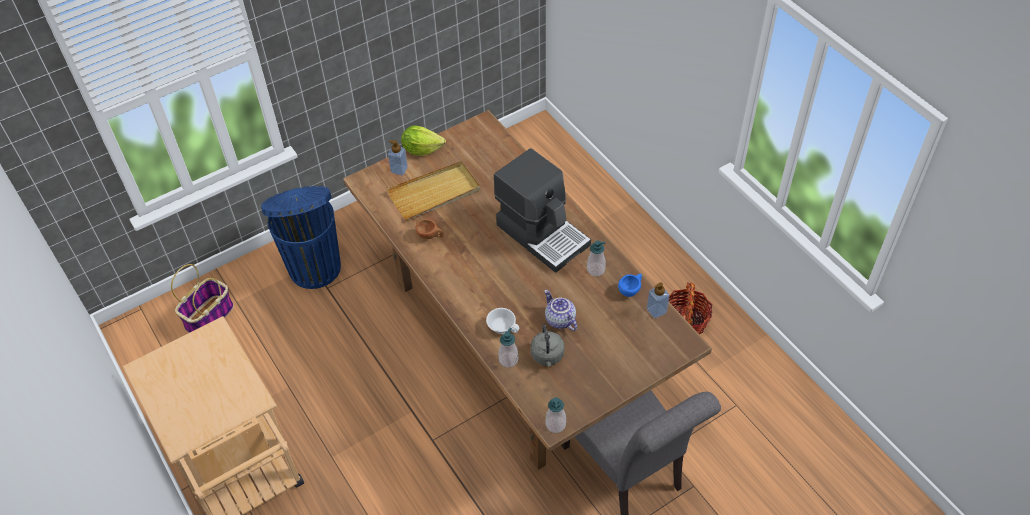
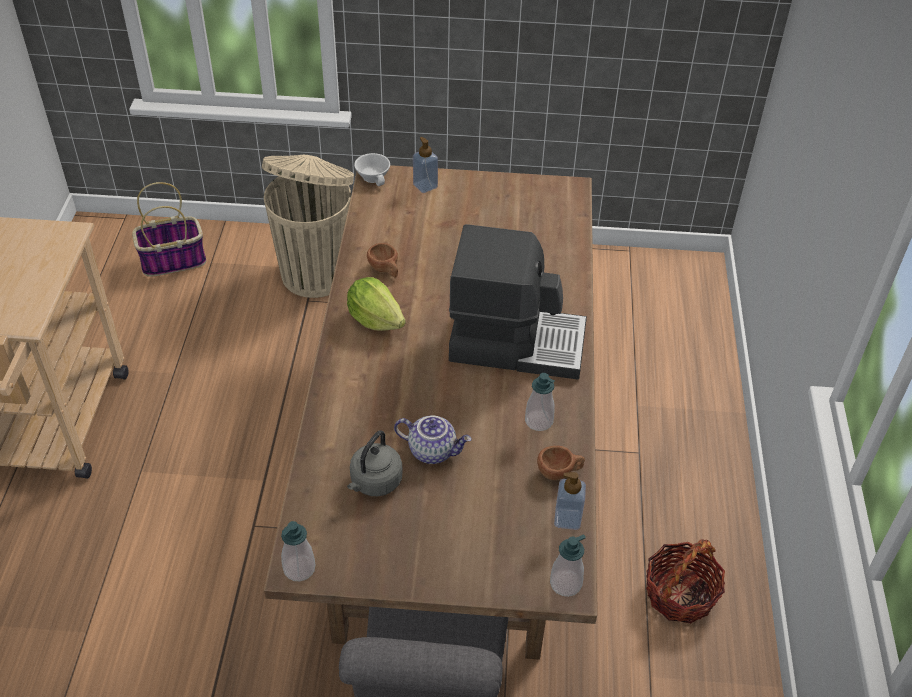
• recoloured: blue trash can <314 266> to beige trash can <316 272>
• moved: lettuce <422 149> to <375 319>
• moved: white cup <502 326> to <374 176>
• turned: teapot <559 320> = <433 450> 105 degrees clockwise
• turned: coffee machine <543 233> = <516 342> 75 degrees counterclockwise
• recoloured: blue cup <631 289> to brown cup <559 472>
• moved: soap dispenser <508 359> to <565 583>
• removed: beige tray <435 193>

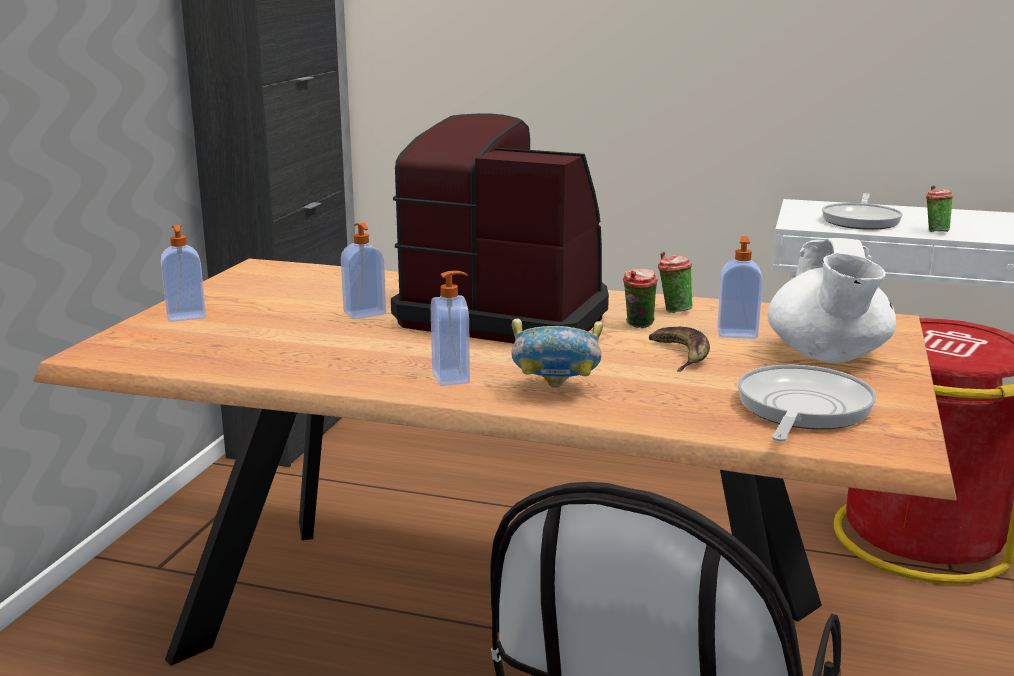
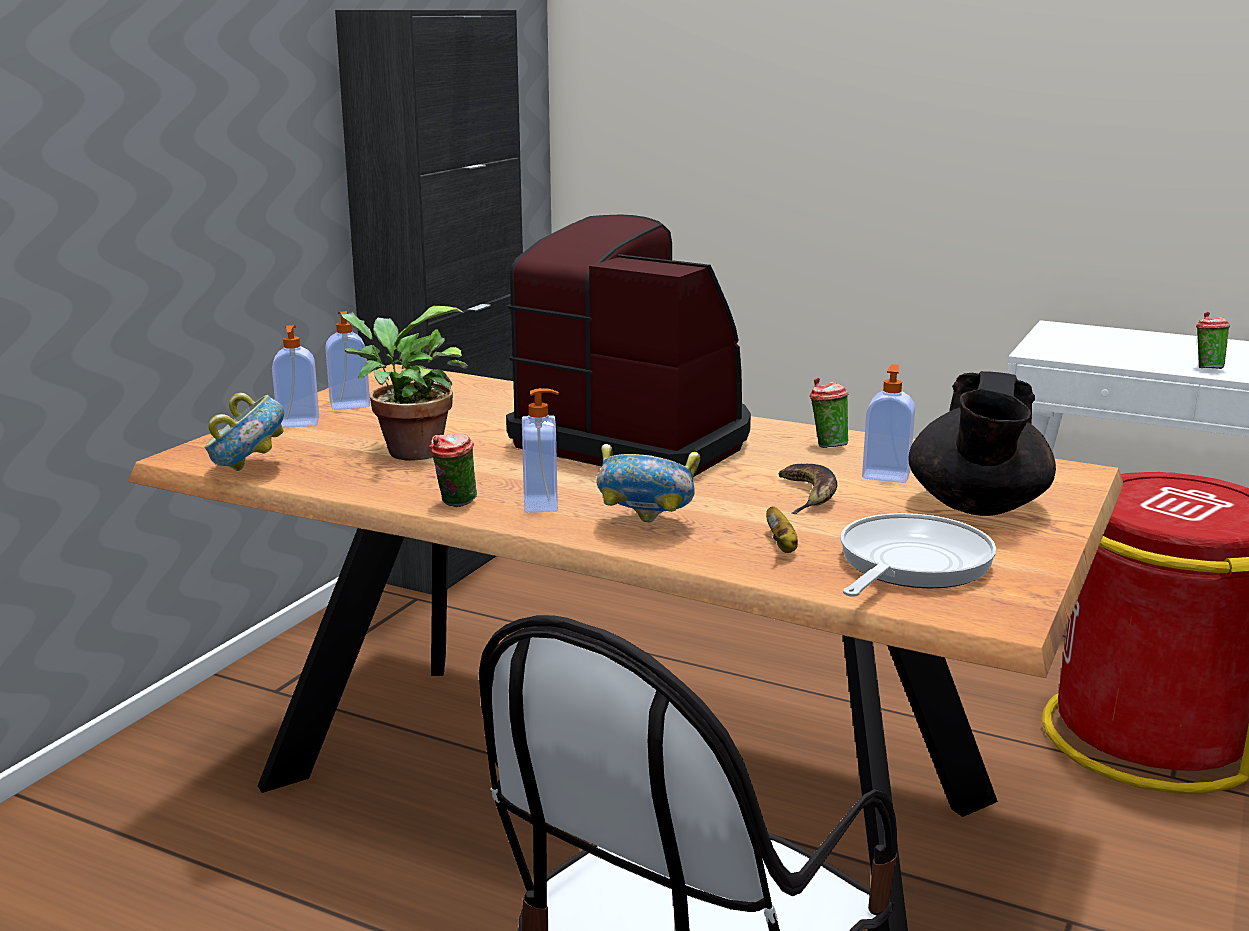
• added: bowl <248 470>
• moved: soap dispenser <365 314> to <350 405>
• added: potted plant <407 452>
• moved: cup <638 326> to <455 504>
• added: banana <781 546>
• recoloured: white teapot <827 356> to black teapot <977 507>
• removed: frying pan <861 220>

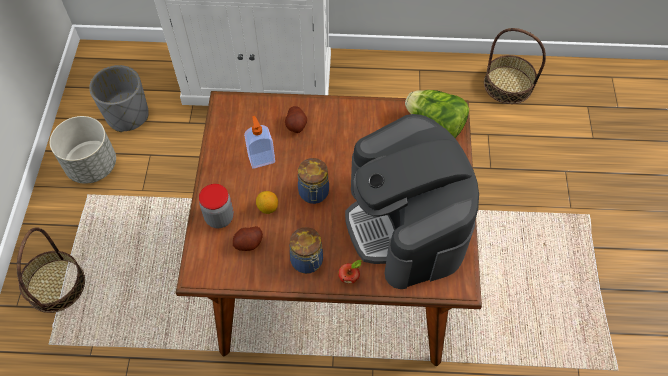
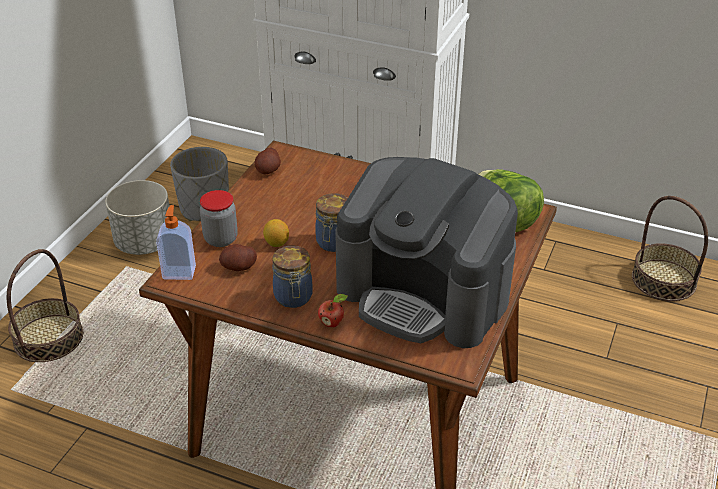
• moved: soap dispenser <261 158> to <179 272>
• moved: potato <296 125> to <268 170>
• turned: coffee machine <406 224> = <424 293> 60 degrees counterclockwise

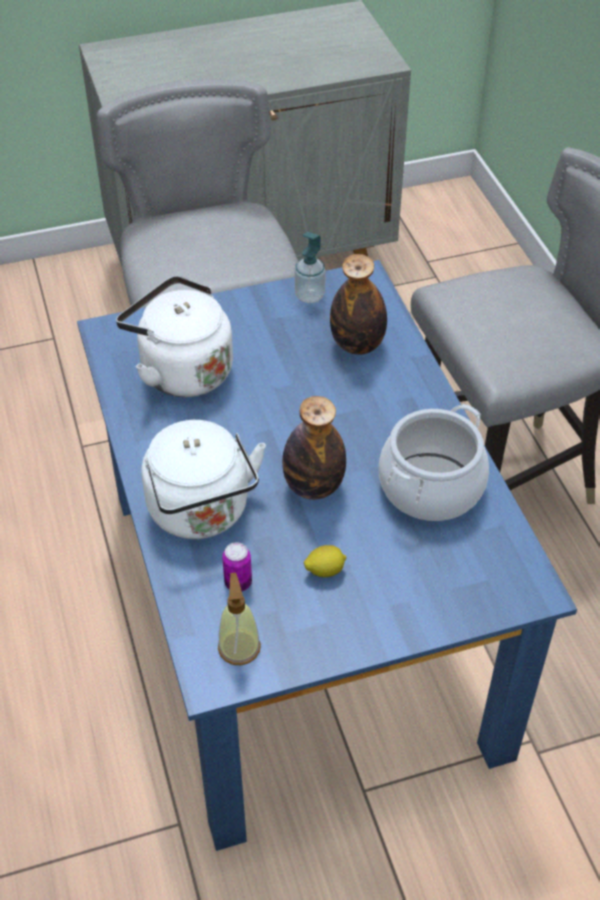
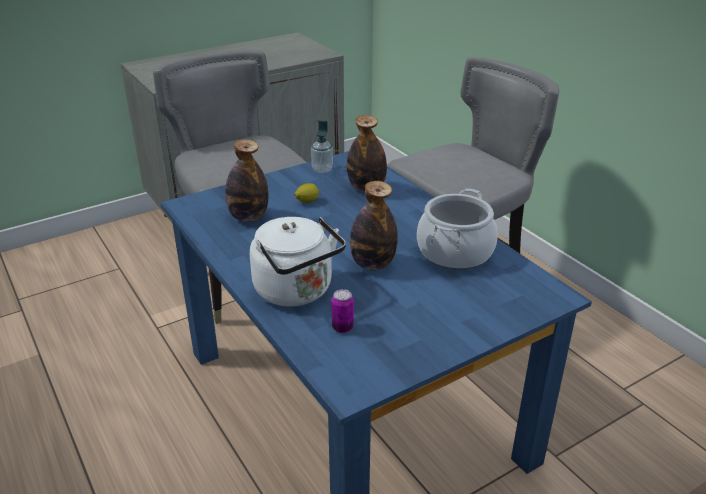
• replaced: white kettle <181 370> to bottle <248 217>
• moved: lemon <324 570> to <307 201>
• removed: soap dispenser <239 647>

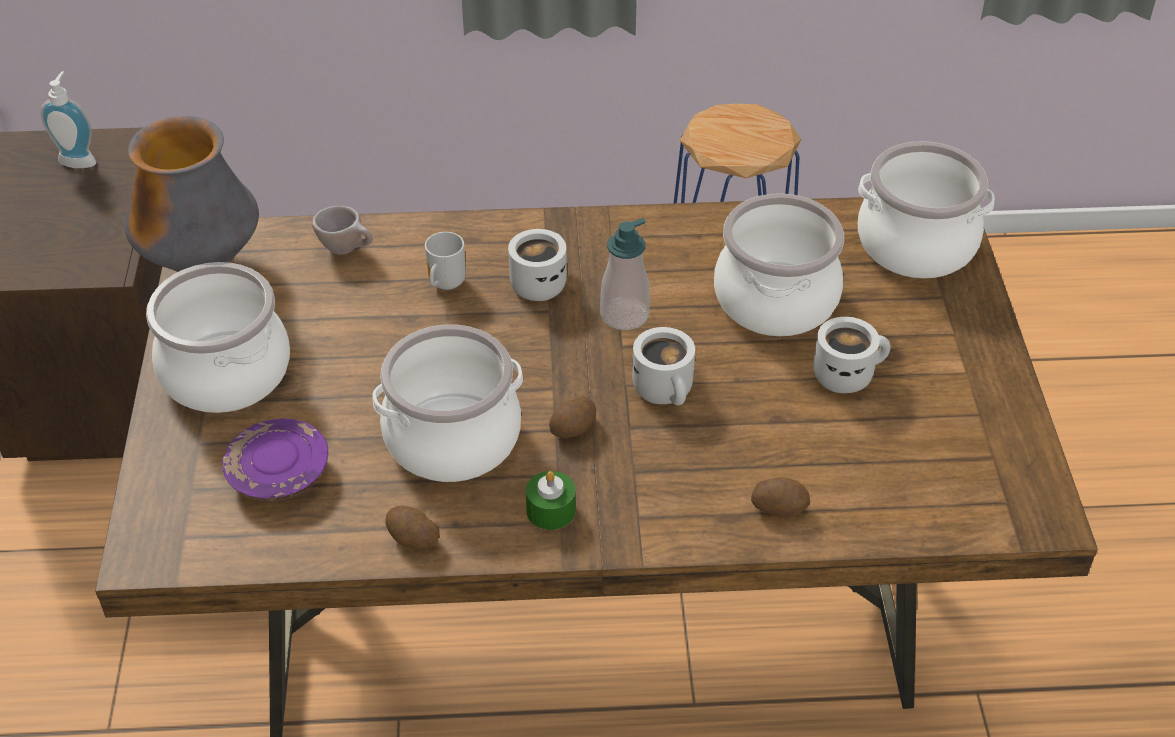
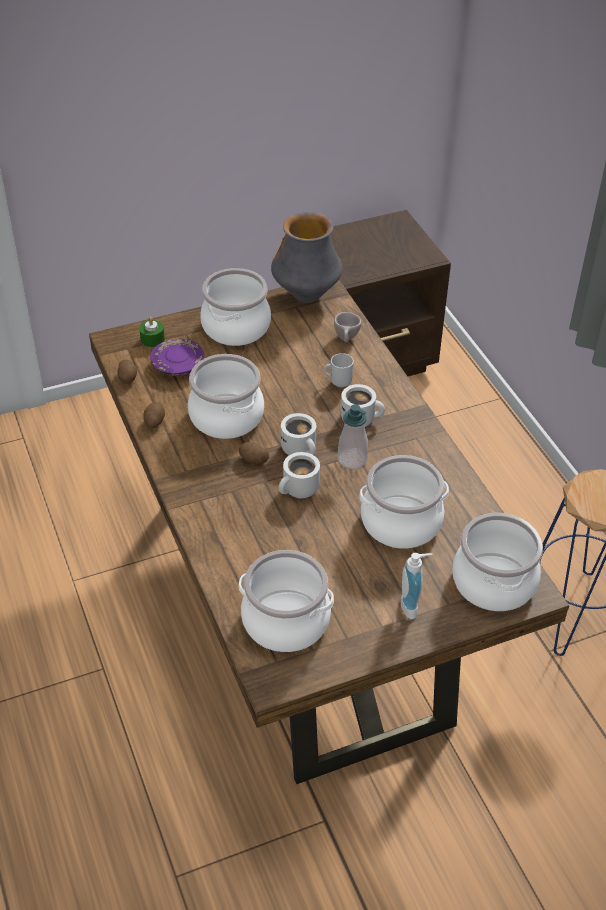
• moved: potato <779 507> to <128 378>
• moved: green candle <551 510> to <152 339>
• added: cooking pot <285 622>
• moved: white mug <846 374> to <301 449>
• moved: soap dispenser <79 159> to <413 606>

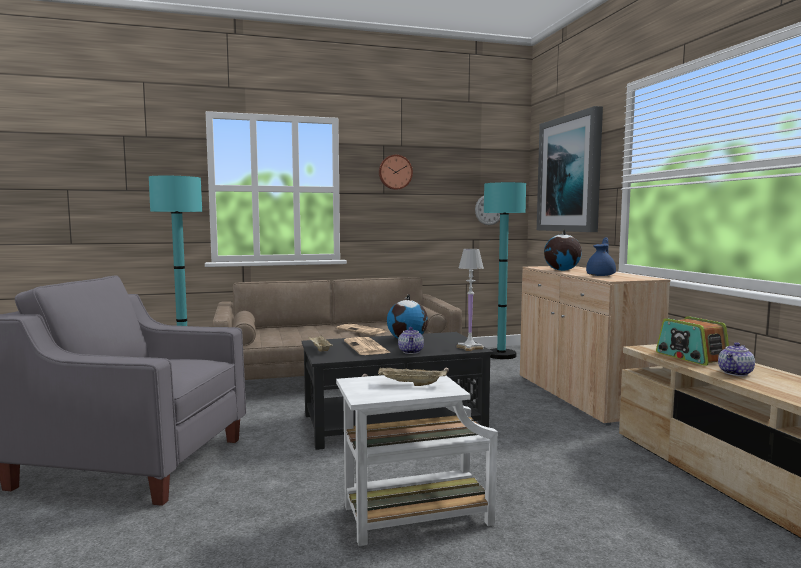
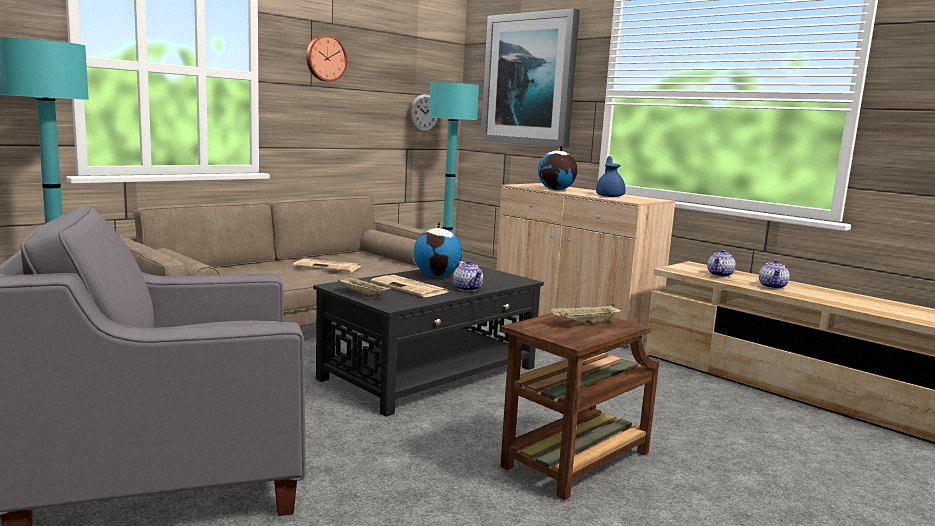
• recoloured: white side table <413 517> to brown side table <573 462>
• replaced: radio <691 357> to teapot <720 275>
• removed: white table lamp <470 348>

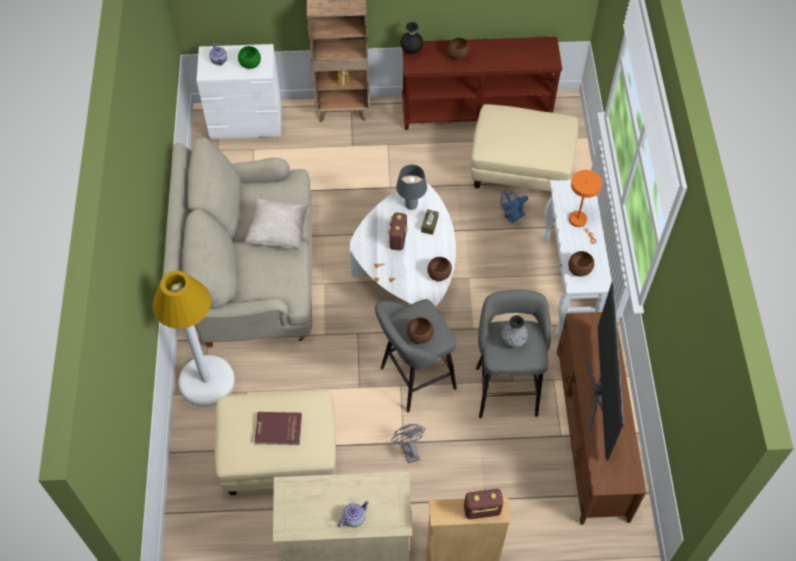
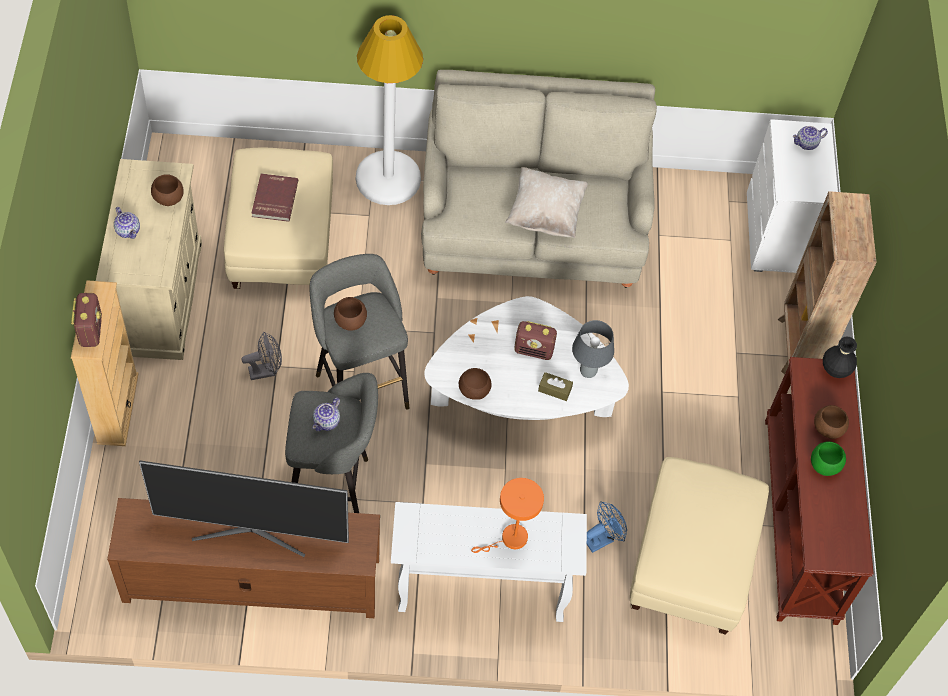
• moved: brown bowl <579 269> to <168 199>
• replaced: grey vase <513 341> to teapot <327 421>
• turned: blue fan <512 217> = <602 538> 90 degrees clockwise
• moved: green bowl <250 64> to <825 465>

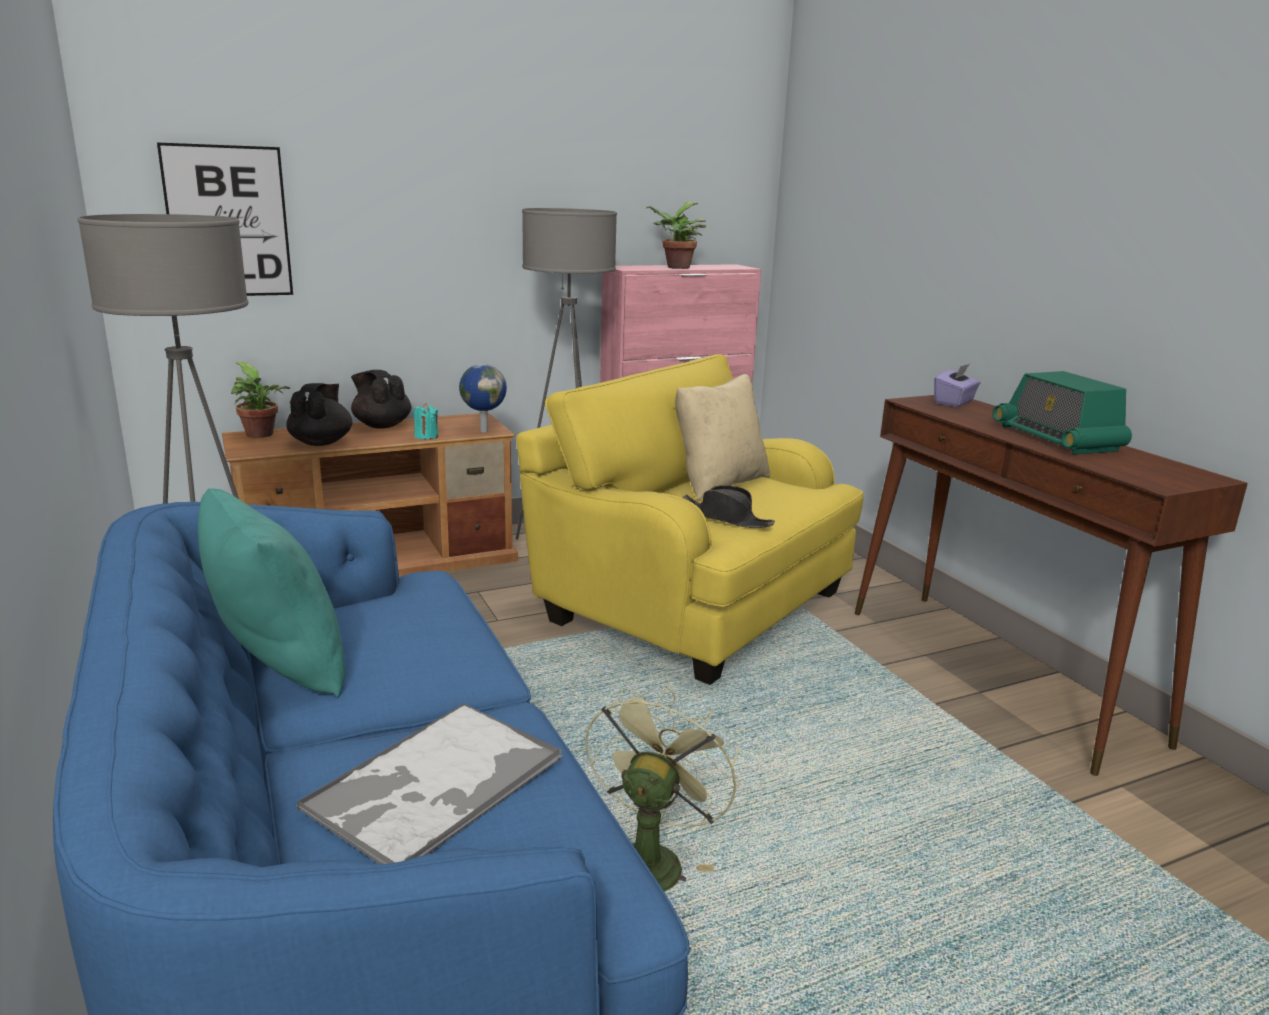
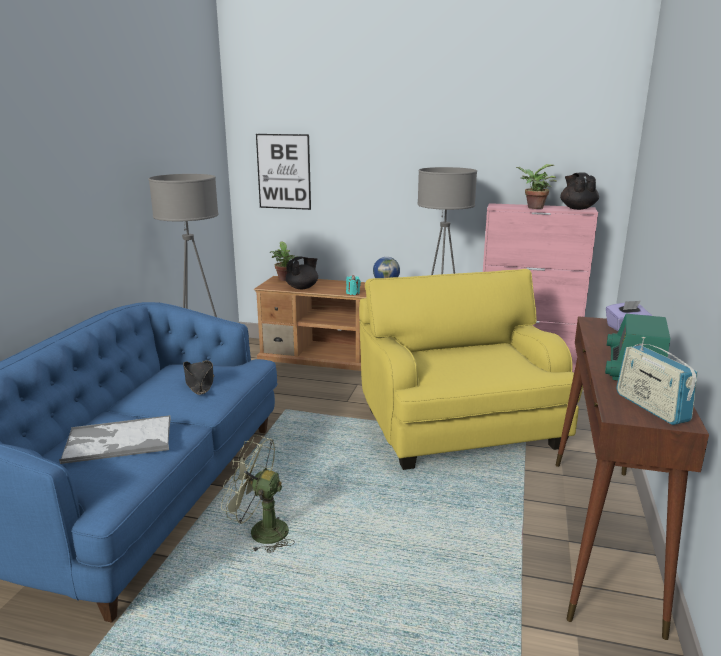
• moved: black hat <726 518> to <199 383>
• turned: green fan <649 858> = <260 531> 135 degrees counterclockwise
• moved: black teapot <381 425> to <577 208>
• added: radio <651 407>
• removed: turquoise pillow <278 666>
• removed: beige pillow <719 484>

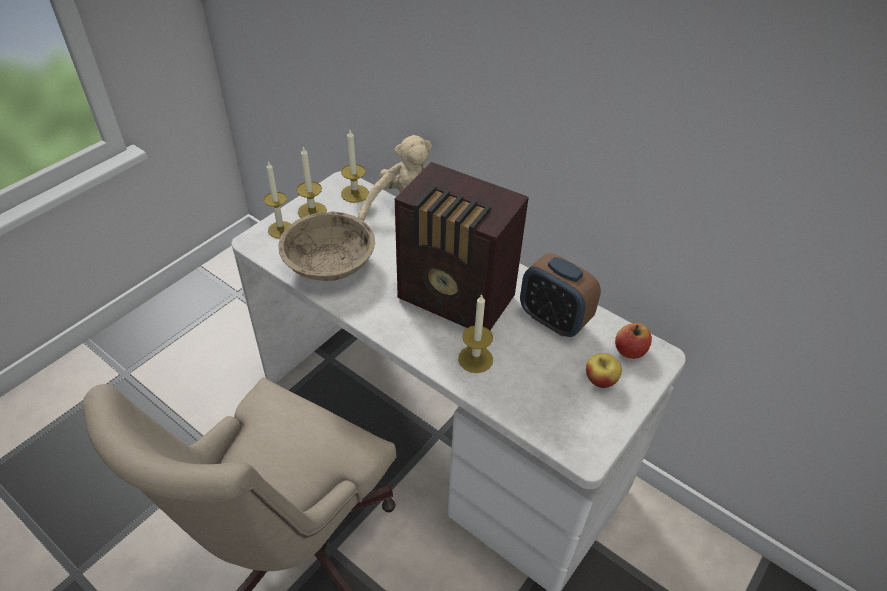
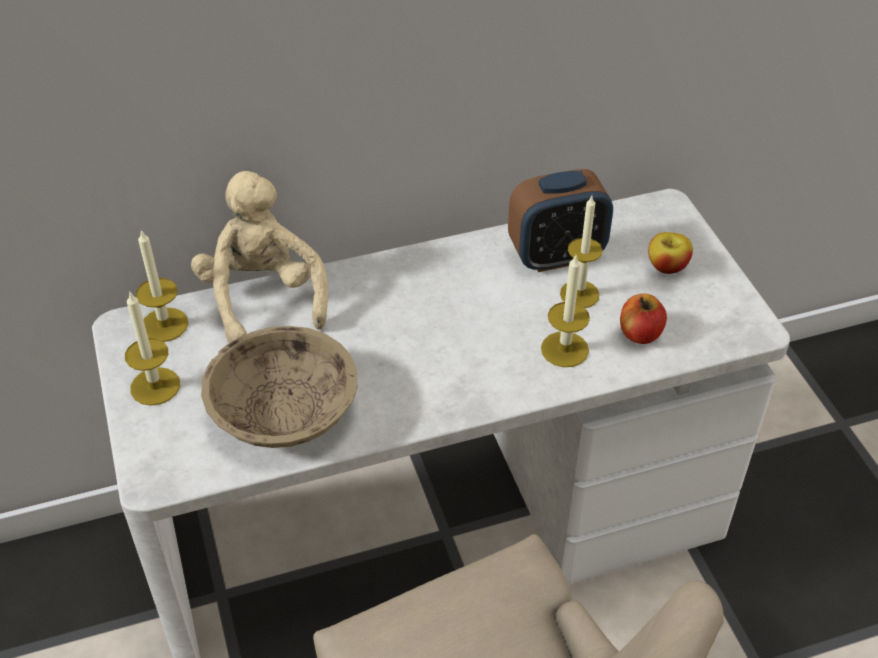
• moved: candle <281 229> to <579 294>
• moved: apple <630 351> to <640 333>
• removed: radio <457 300>

